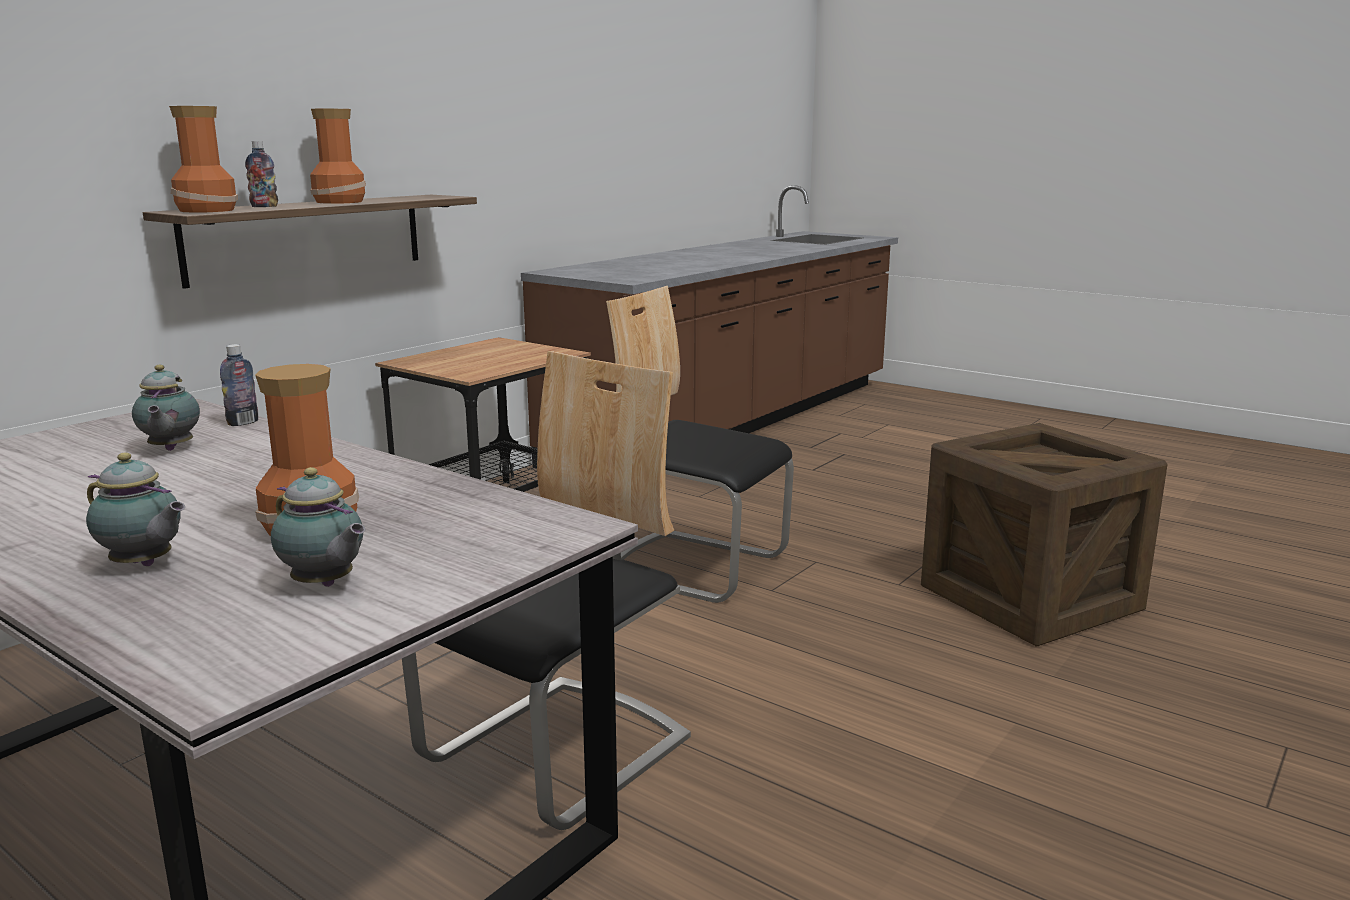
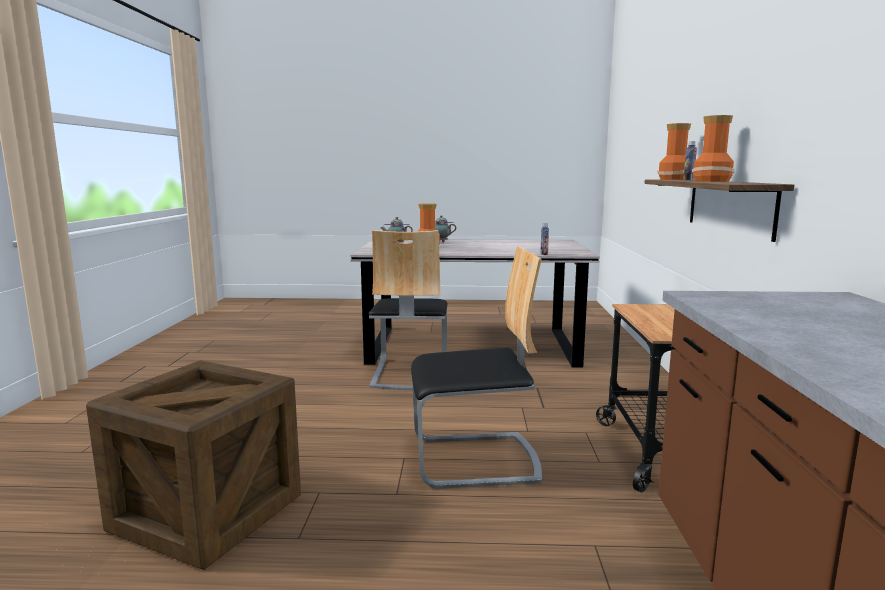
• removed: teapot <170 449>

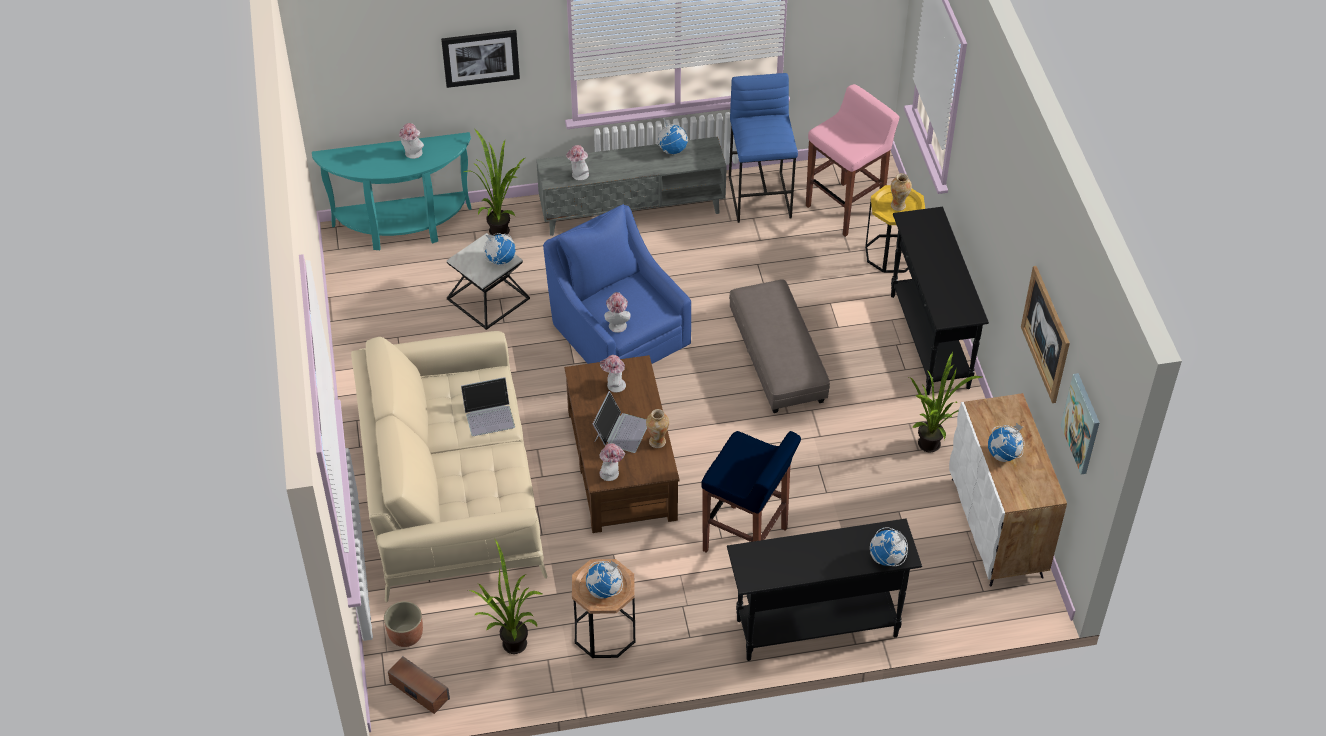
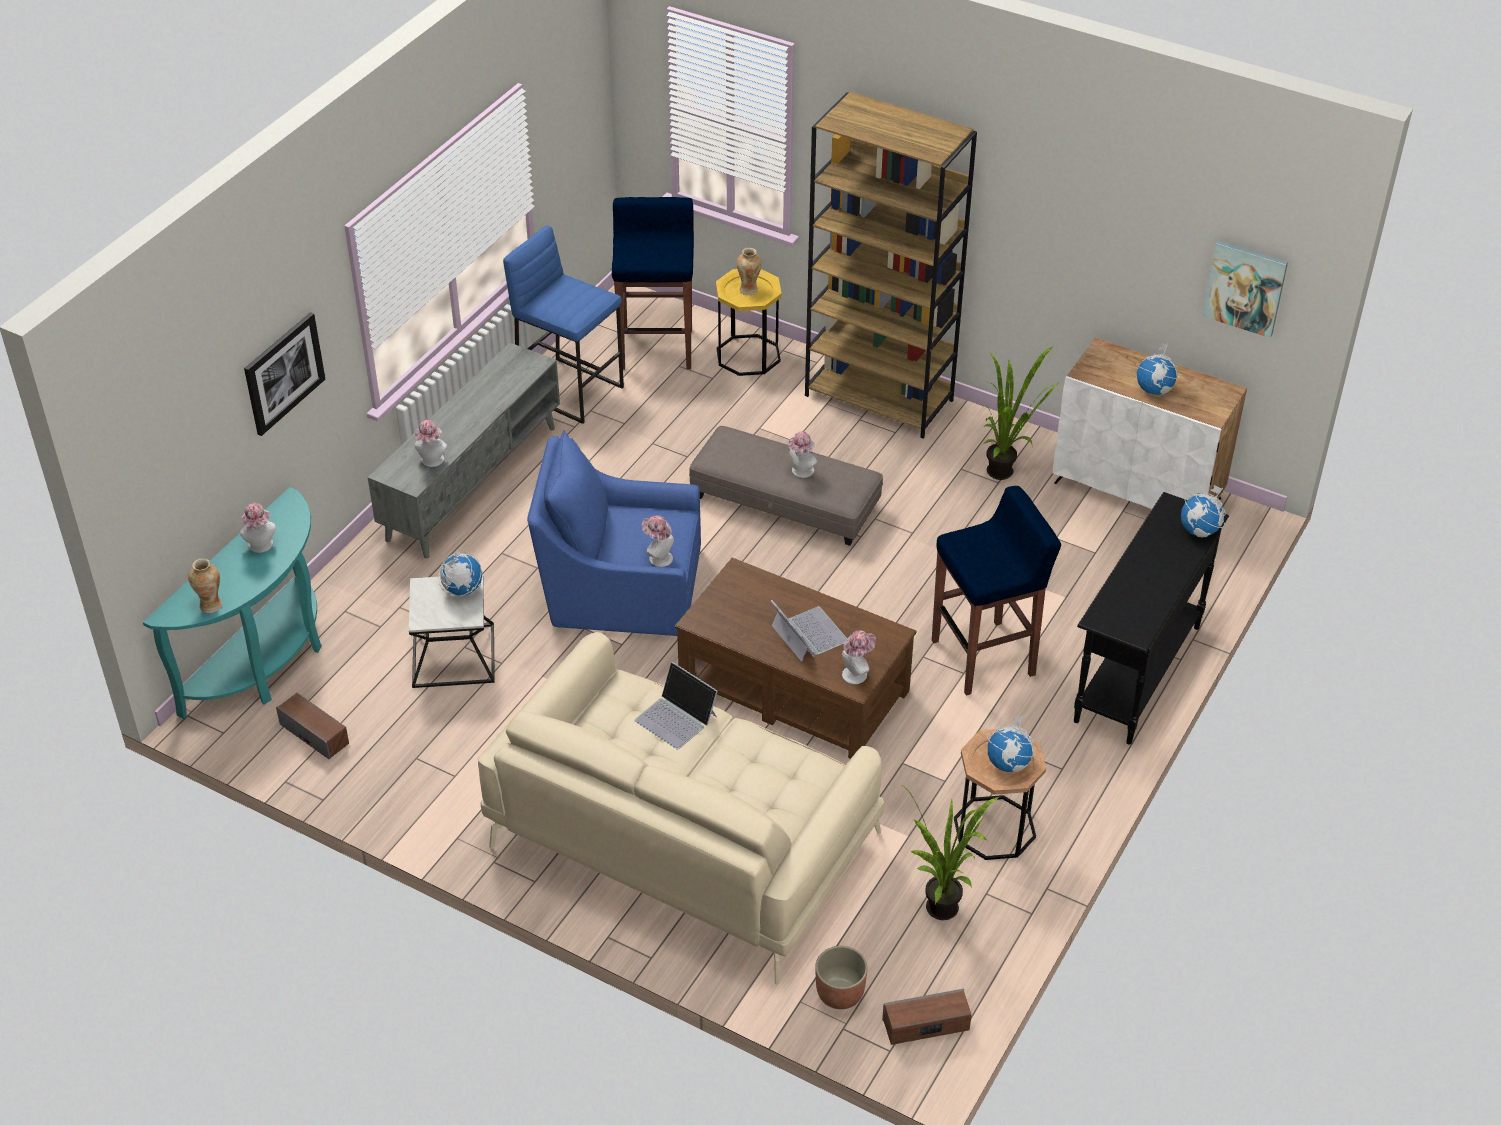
• moved: vase <657 441> to <211 605>
• added: speaker <315 733>
• recoloured: pink stool <845 209> to blue stool <657 348>
• turned: laptop <489 415> = <676 718> 105 degrees clockwise
• moved: hat <613 385> to <801 472>
• replaced: black console table <929 341> to brown bookcase <880 398>
• removed: potted plant <499 228>
• removed: globe <672 149>
• removed: picture <1046 334>

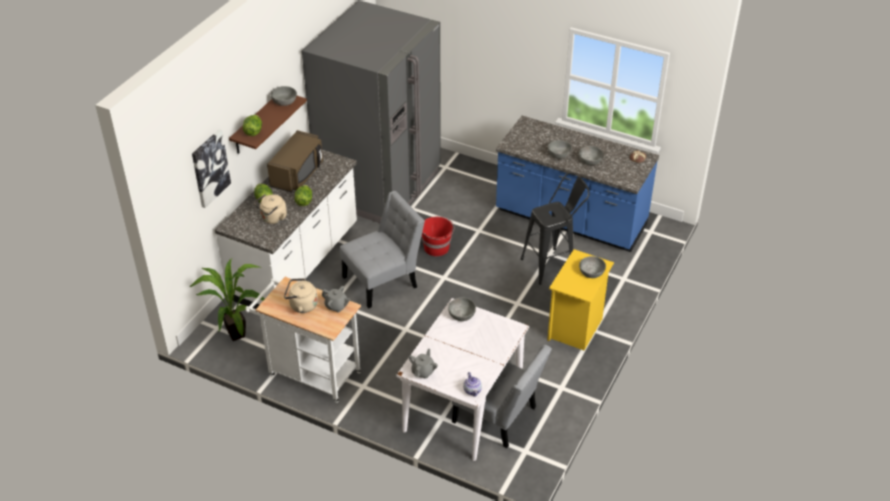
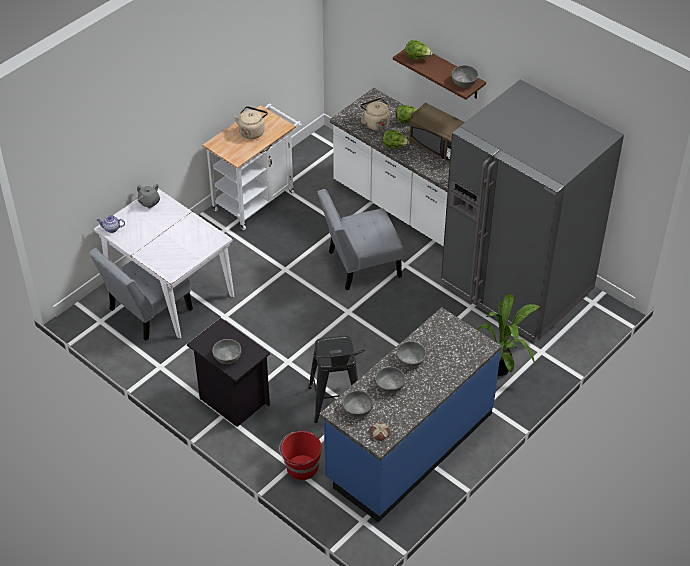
• recoloured: yellow nightstand <576 329> to black nightstand <232 400>
• moved: red bucket <437 248> to <301 467>
• turned: grey chair <383 280> = <360 265> 90 degrees clockwise
• moved: grey bowl <461 315> to <357 409>
• moved: potted plant <235 333> to <502 370>
• removed: picture <210 168>
• removed: grey teapot <336 306>

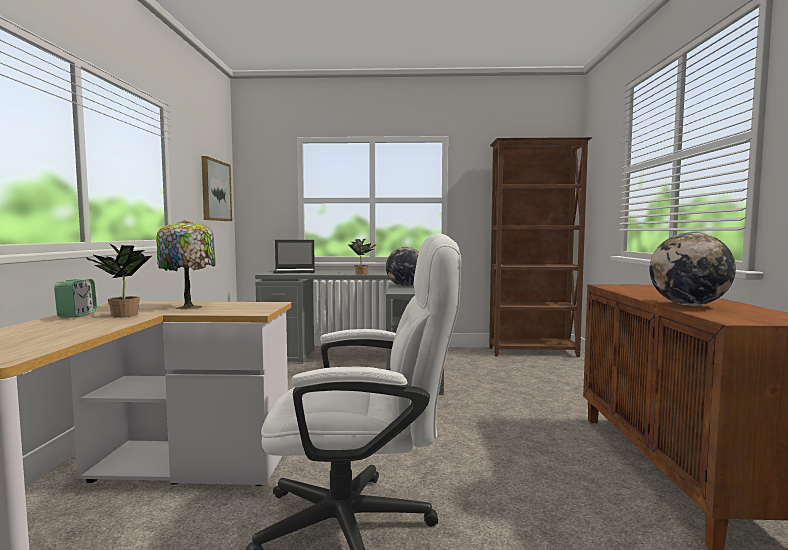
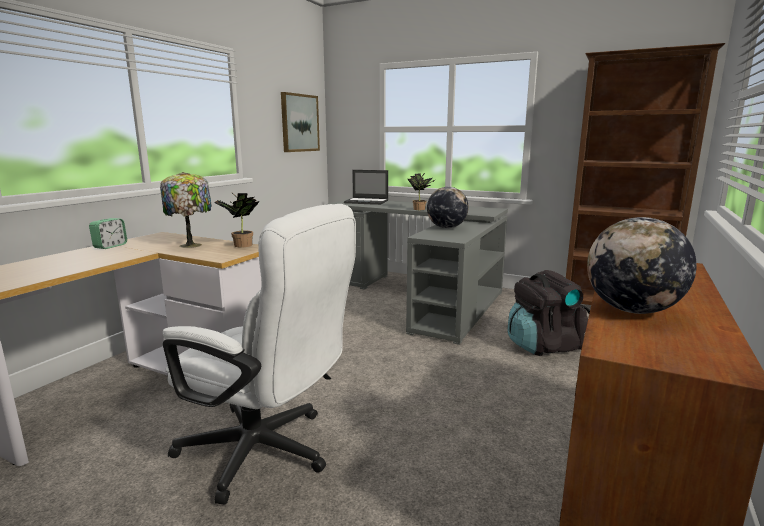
• moved: potted plant <120 316> to <240 245>
• added: black backpack <544 345>

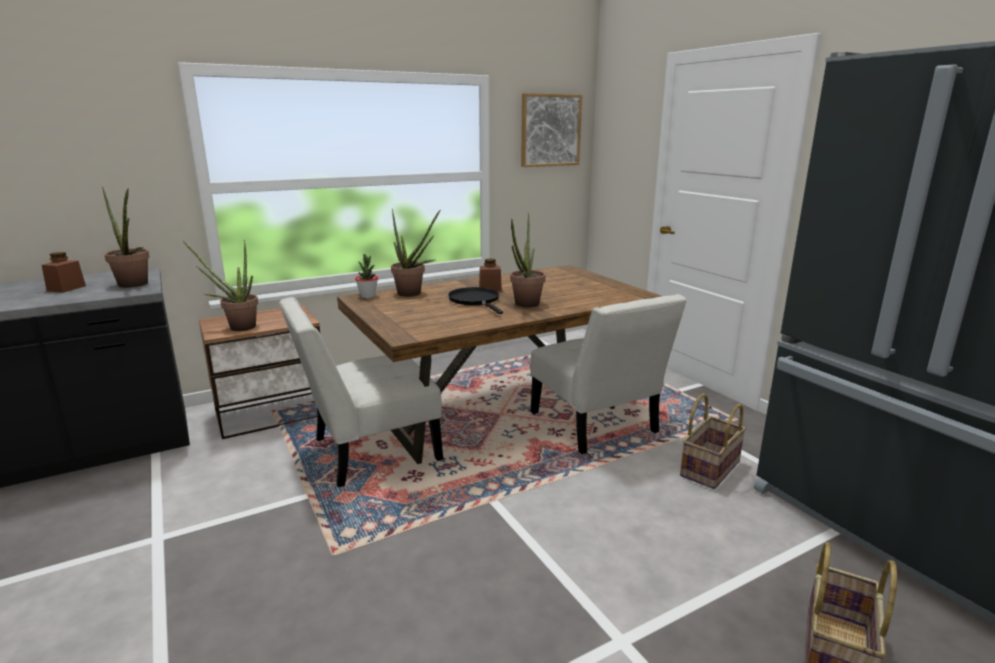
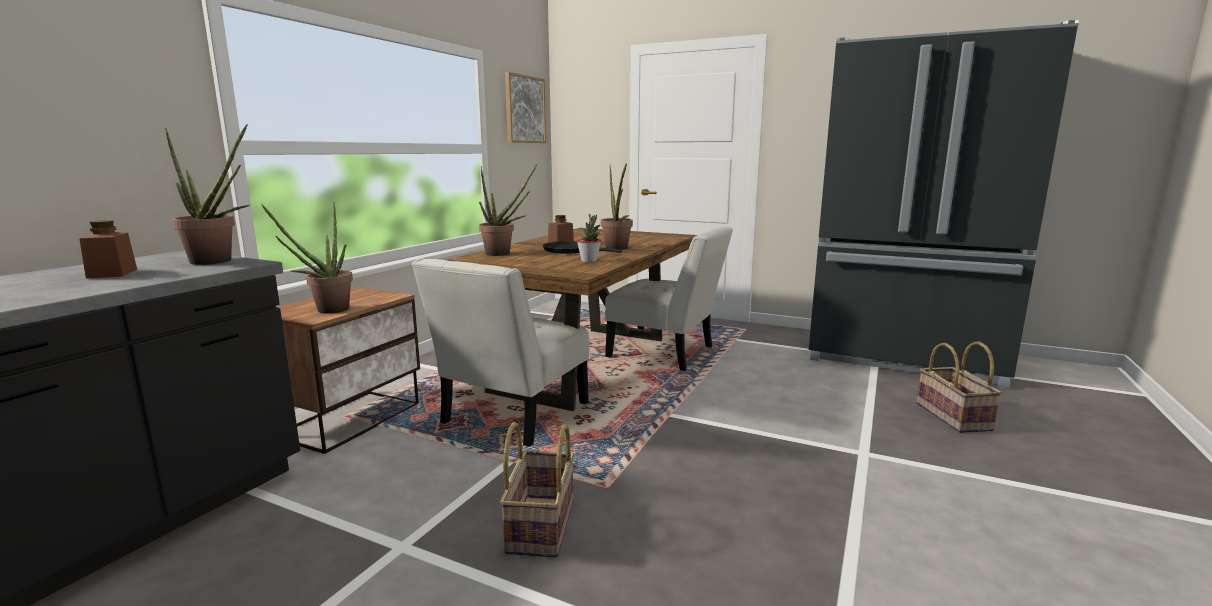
• moved: basket <709 468> to <539 525>
• moved: potted plant <368 296> to <589 261>

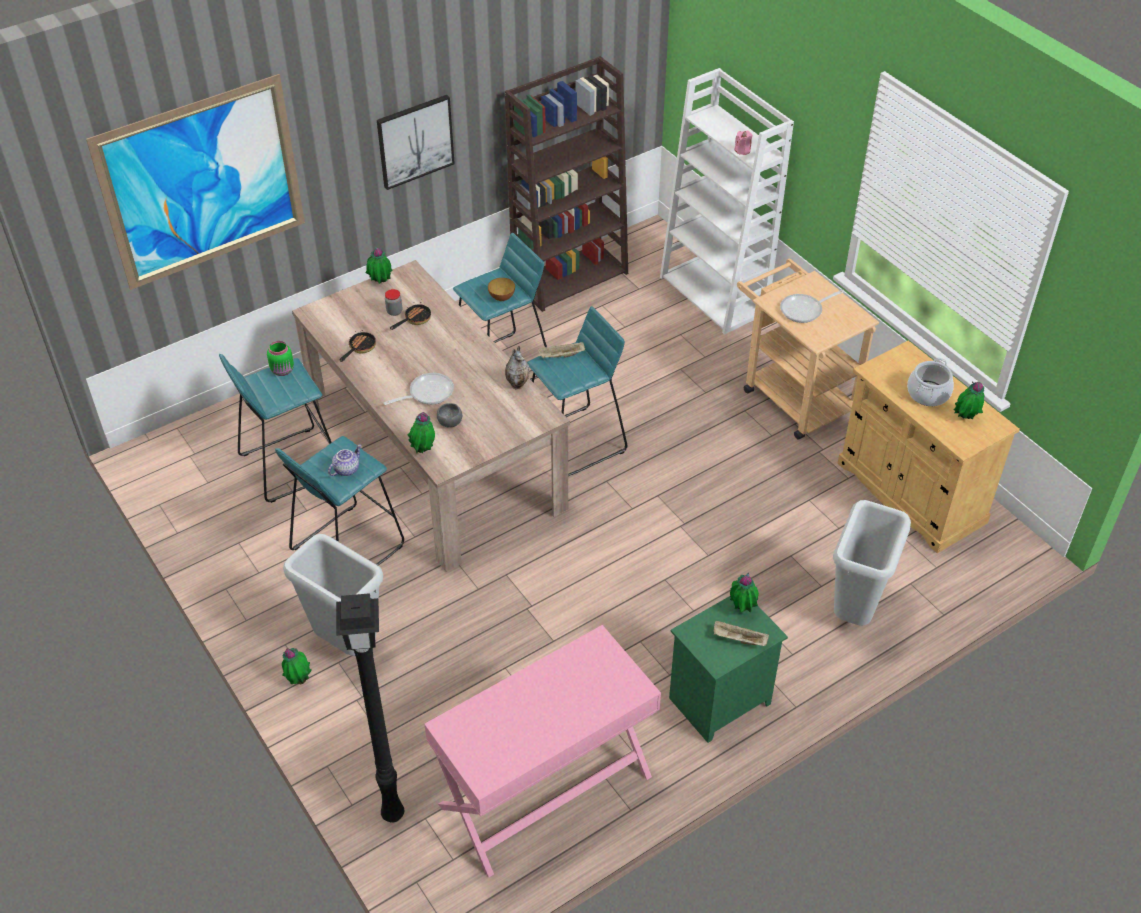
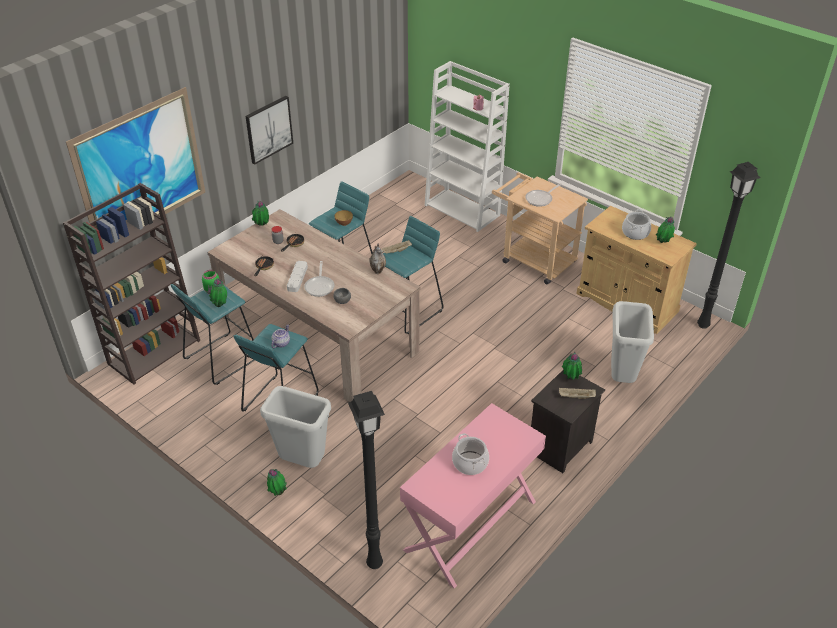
• moved: brown bookcase <570 276> to <154 351>
• moved: potted plant <424 451> to <221 306>
• added: grey tray <297 278>
• turned: frying pan <427 393> = <320 286> 135 degrees clockwise
• added: cooking pot <470 463>
• recoloured: green nightstand <719 703> to black nightstand <560 448>
• added: black floor lamp <704 325>

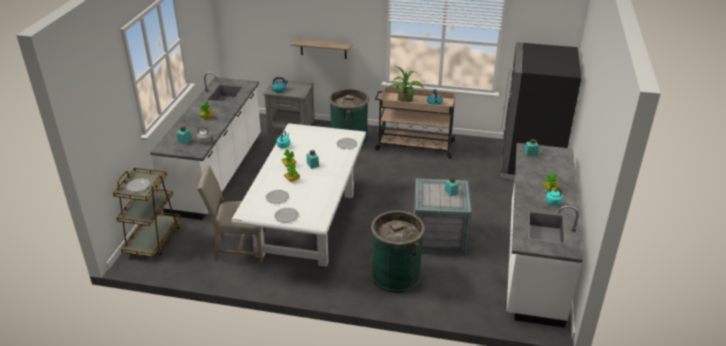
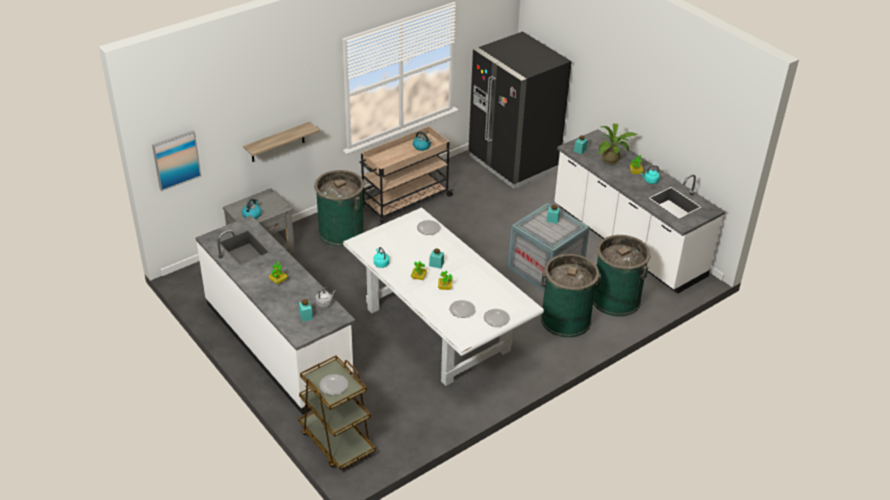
• added: picture <176 160>
• added: green trash can <615 299>
• moved: potted plant <406 101> to <613 160>
• removed: beige chair <239 247>

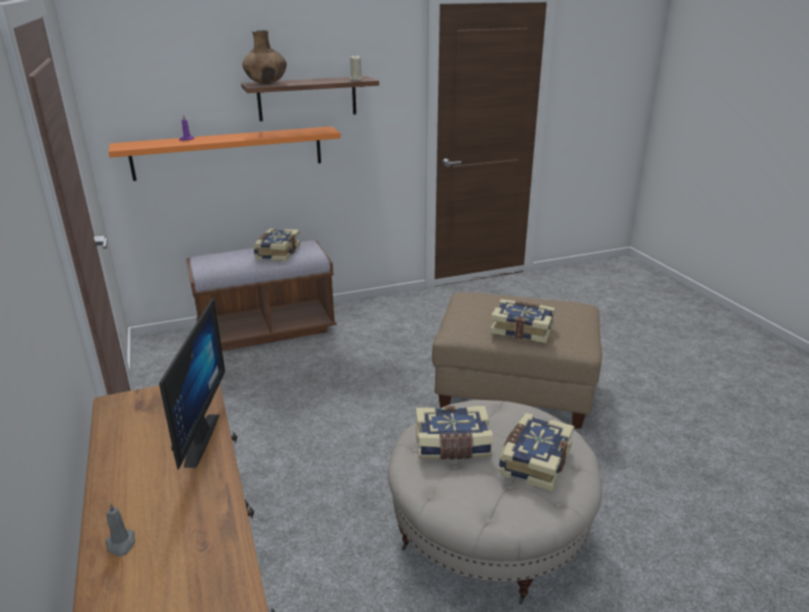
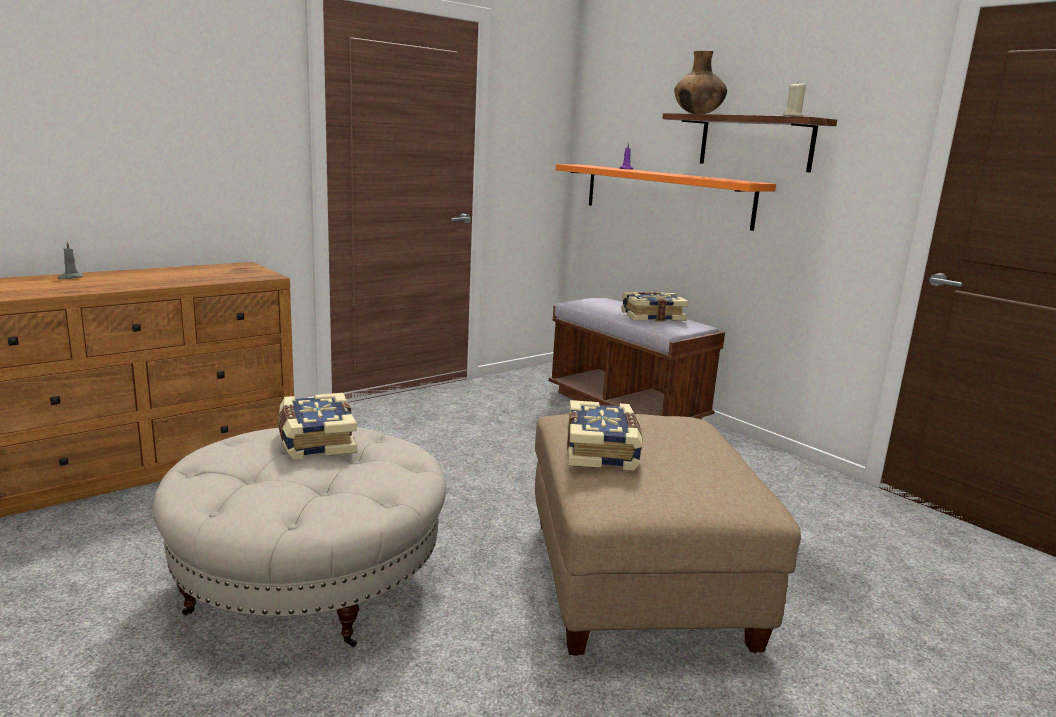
• removed: monitor <192 439>
• removed: book <533 461>

